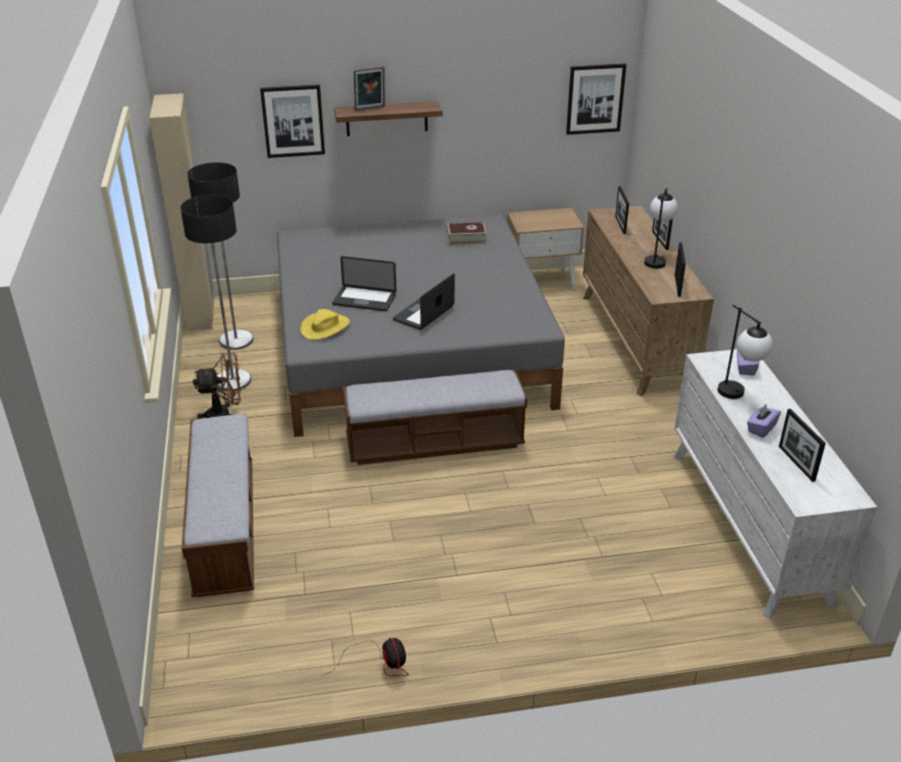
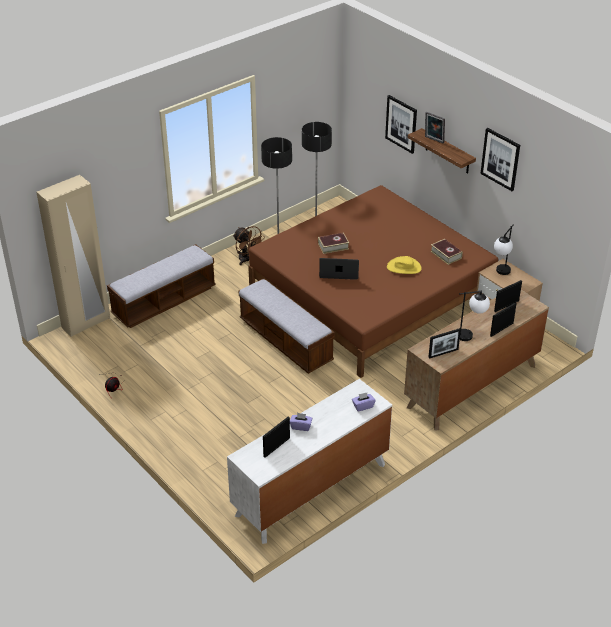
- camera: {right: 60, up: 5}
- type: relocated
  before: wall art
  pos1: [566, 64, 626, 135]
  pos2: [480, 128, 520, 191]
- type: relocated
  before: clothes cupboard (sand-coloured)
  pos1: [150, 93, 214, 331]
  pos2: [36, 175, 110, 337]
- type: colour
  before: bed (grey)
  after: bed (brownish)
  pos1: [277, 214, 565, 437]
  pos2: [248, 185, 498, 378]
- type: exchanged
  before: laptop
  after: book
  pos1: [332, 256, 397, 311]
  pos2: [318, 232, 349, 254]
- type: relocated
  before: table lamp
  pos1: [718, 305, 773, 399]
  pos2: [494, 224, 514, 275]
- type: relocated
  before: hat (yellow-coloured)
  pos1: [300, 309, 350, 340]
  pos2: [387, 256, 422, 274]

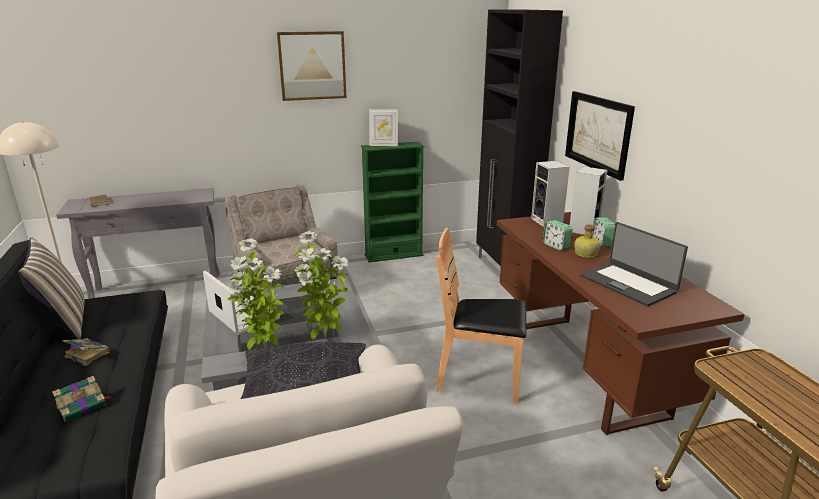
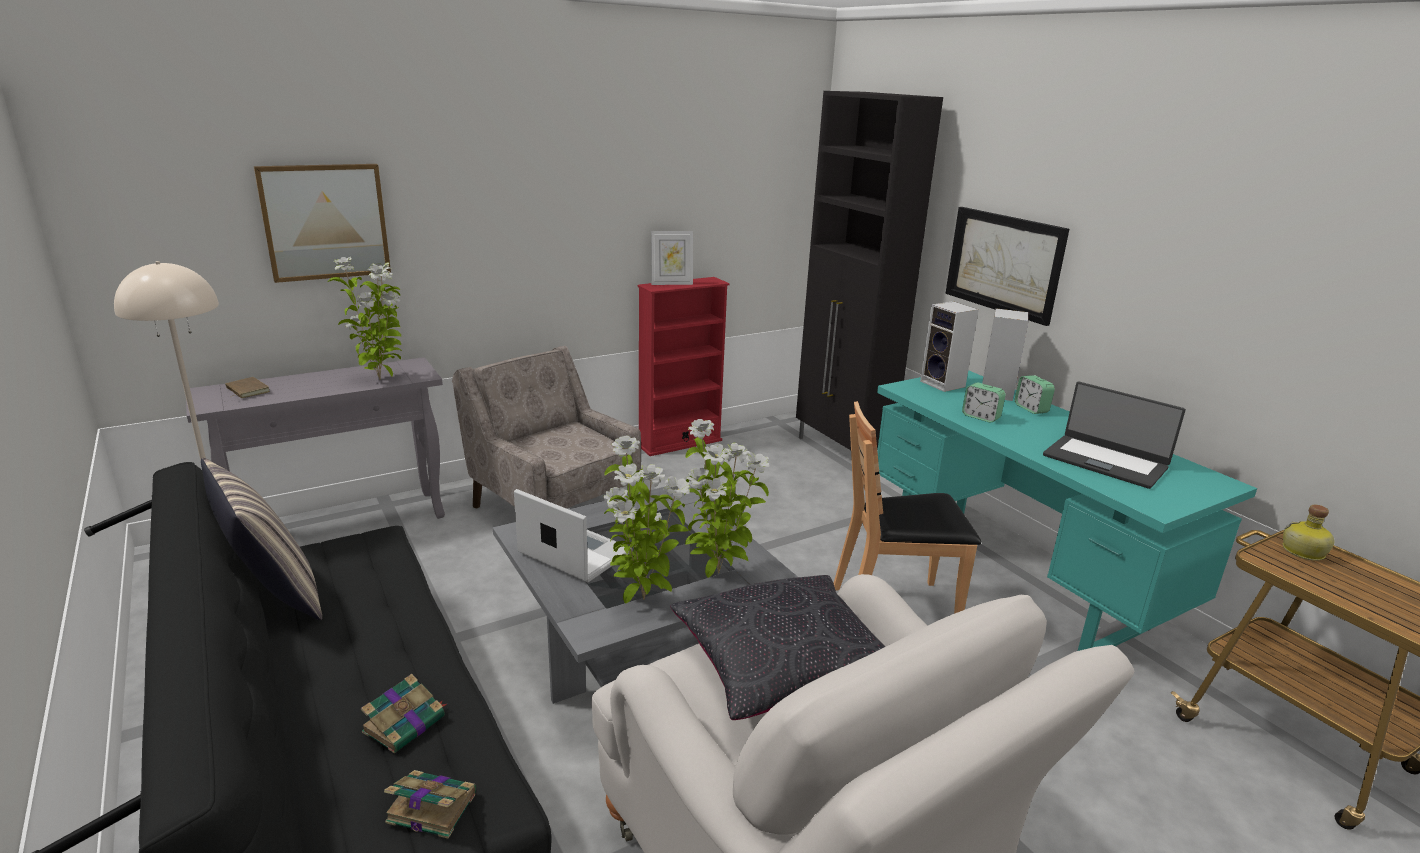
- camera: {right: -15, up: 0}
- type: relocated
  before: wall art
  pos1: [277, 31, 346, 101]
  pos2: [254, 164, 391, 283]
- type: colour
  before: bookcase (greenish)
  after: bookcase (red)
  pos1: [361, 142, 425, 262]
  pos2: [637, 277, 730, 456]
- type: colour
  before: desk (brownish)
  after: desk (turquoise-coloured)
  pos1: [497, 212, 745, 435]
  pos2: [877, 370, 1257, 651]
- type: relocated
  before: drink bottle
  pos1: [574, 224, 600, 258]
  pos2: [1282, 505, 1334, 561]
- type: relocated
  before: book
  pos1: [63, 338, 110, 366]
  pos2: [384, 770, 476, 838]
- type: appeared
  after: houseplant
  pos2: [328, 257, 402, 379]

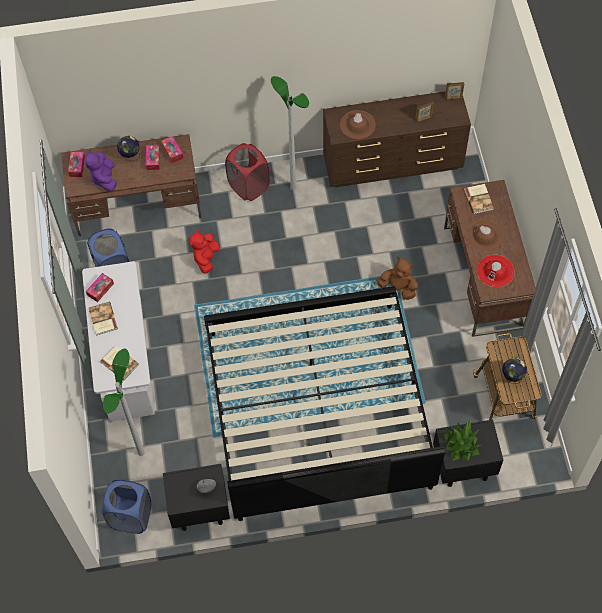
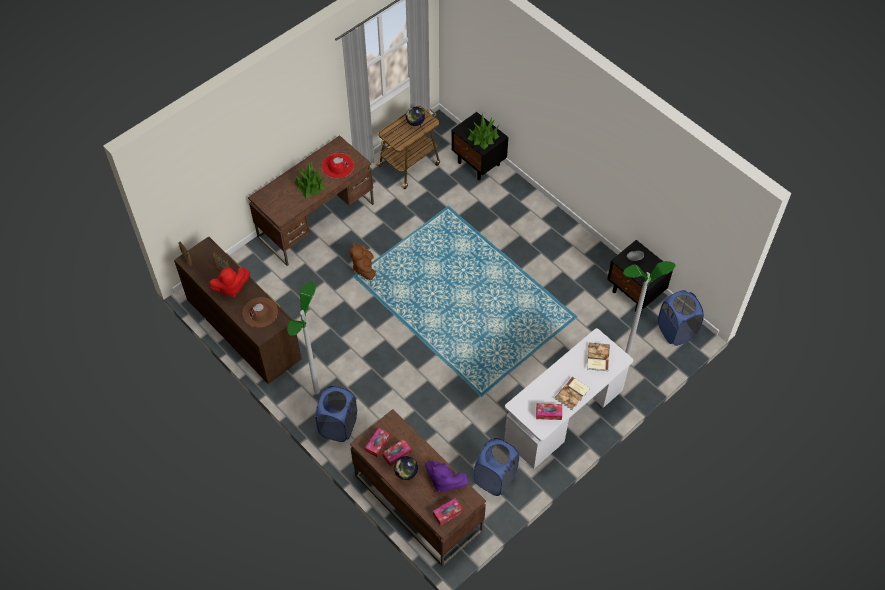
- camera: {right: -125, up: -5}
- type: colour
  before: washing basket (red)
  after: washing basket (blue-coloured)
  pos1: [225, 143, 270, 201]
  pos2: [315, 386, 357, 442]
- type: spun
  before: soft toy (purple)
  pos1: [85, 150, 117, 192]
  pos2: [425, 461, 468, 492]
  turn: 75
- type: missing
  before: book
  pos1: [464, 184, 494, 214]
- type: exchanged
  before: hat (brownish)
  after: houseplant
  pos1: [466, 220, 504, 251]
  pos2: [294, 160, 326, 198]
- type: relocated
  before: soft toy (red)
  pos1: [189, 230, 220, 274]
  pos2: [209, 267, 250, 297]
- type: missing
  before: bed
  pos1: [204, 286, 445, 521]

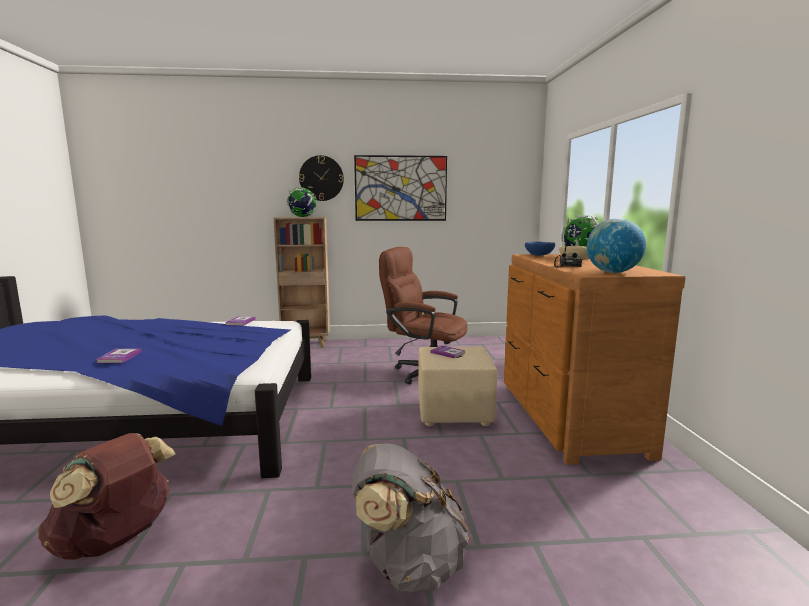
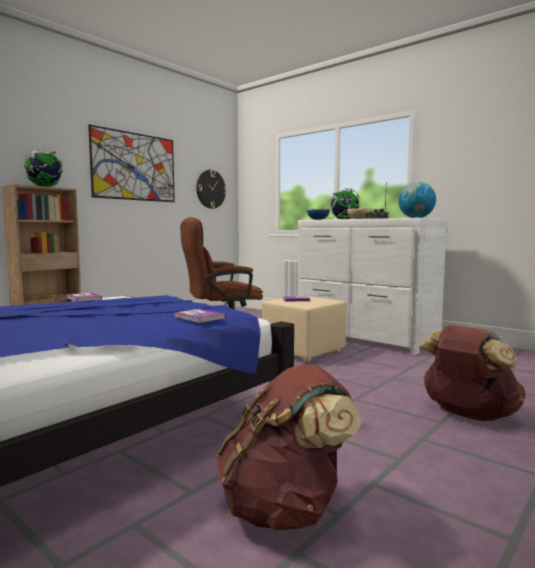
- camera: {right: -45, up: -5}
- type: relocated
  before: hanging clock
  pos1: [299, 155, 344, 201]
  pos2: [196, 170, 226, 209]
- type: colour
  before: drawer chest (brownish)
  after: drawer chest (white)
  pos1: [504, 254, 685, 465]
  pos2: [298, 218, 447, 355]
- type: relocated
  before: book
  pos1: [95, 349, 142, 363]
  pos2: [174, 309, 226, 323]
- type: colour
  before: backpack (grey)
  after: backpack (brownish)
  pos1: [352, 443, 469, 592]
  pos2: [419, 325, 526, 421]

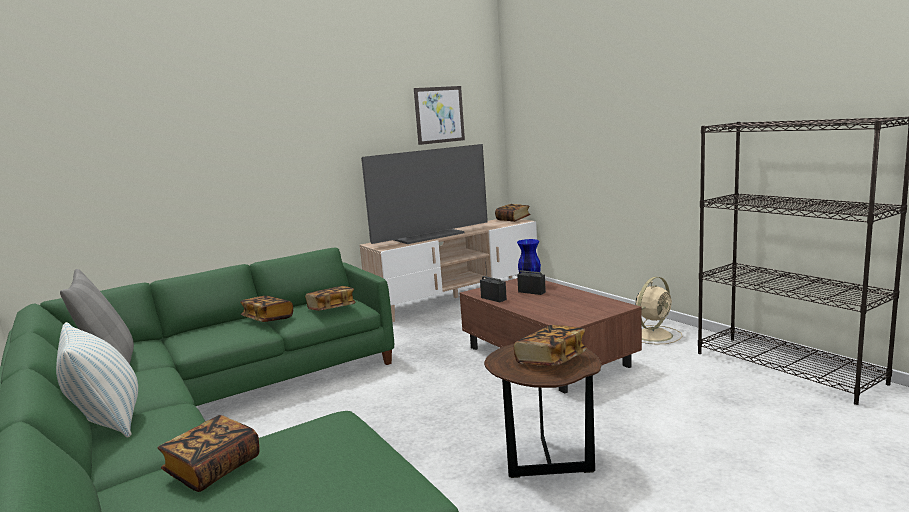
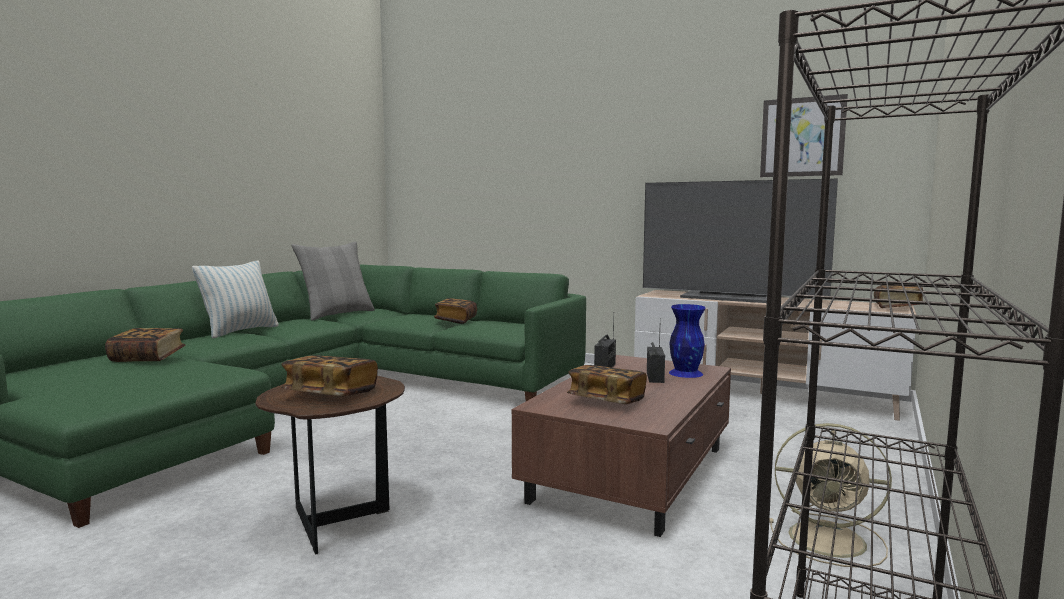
- camera: {right: 60, up: -5}
- type: relocated
  before: book
  pos1: [305, 286, 356, 311]
  pos2: [567, 365, 647, 404]

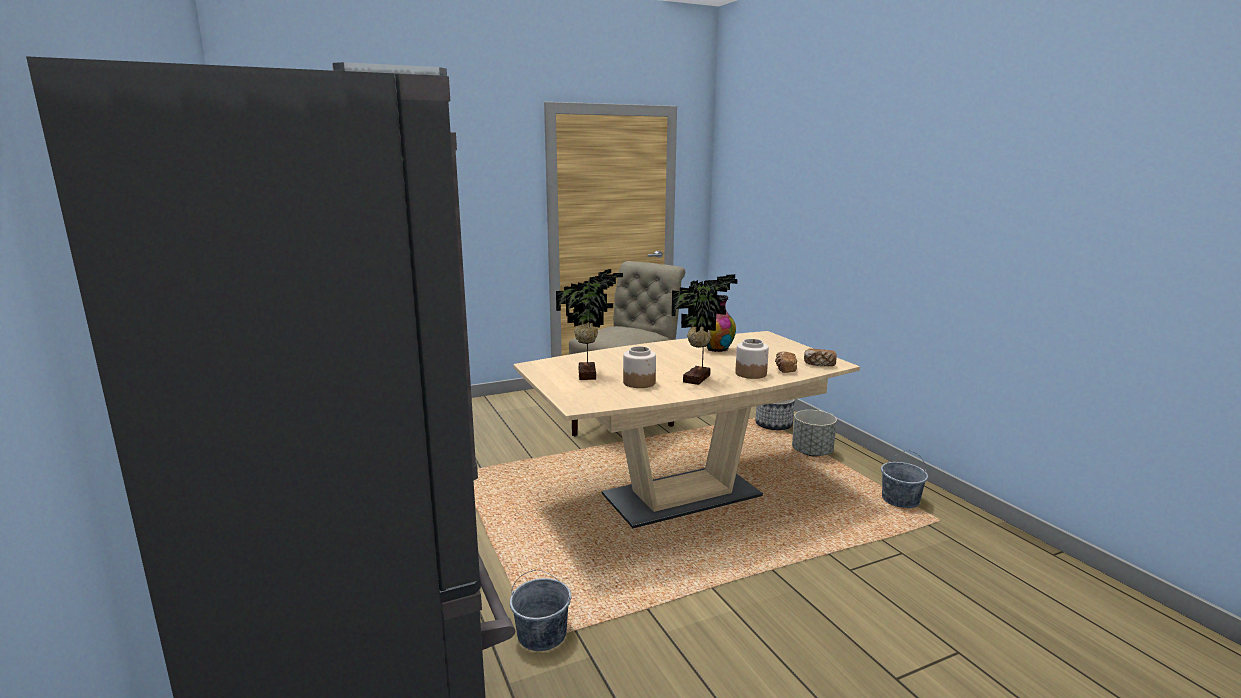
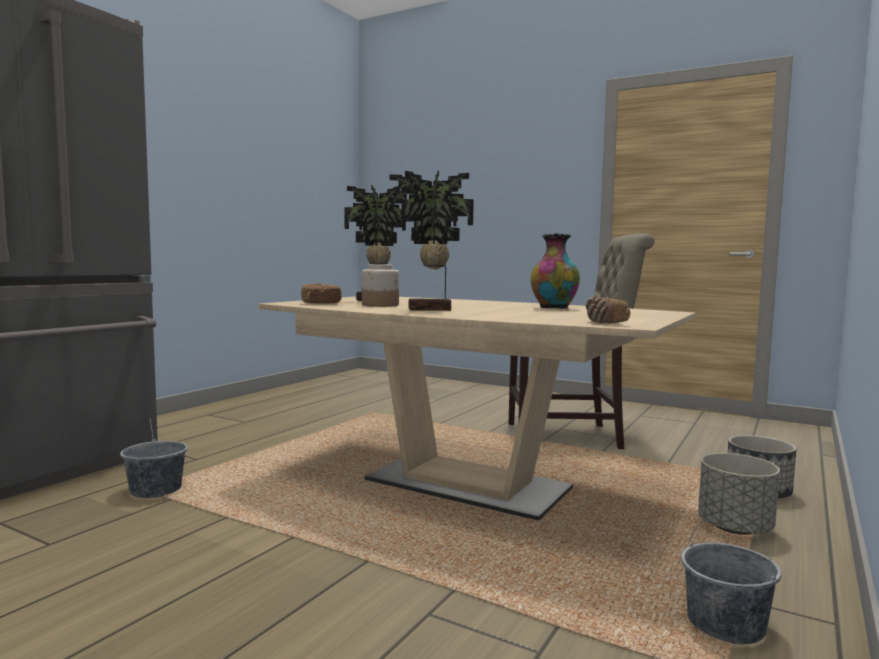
- camera: {right: 55, up: -10}
- type: missing
  before: preserve jar
  pos1: [735, 339, 769, 379]
- type: relocated
  before: bakery bread
  pos1: [775, 351, 797, 373]
  pos2: [301, 284, 342, 303]

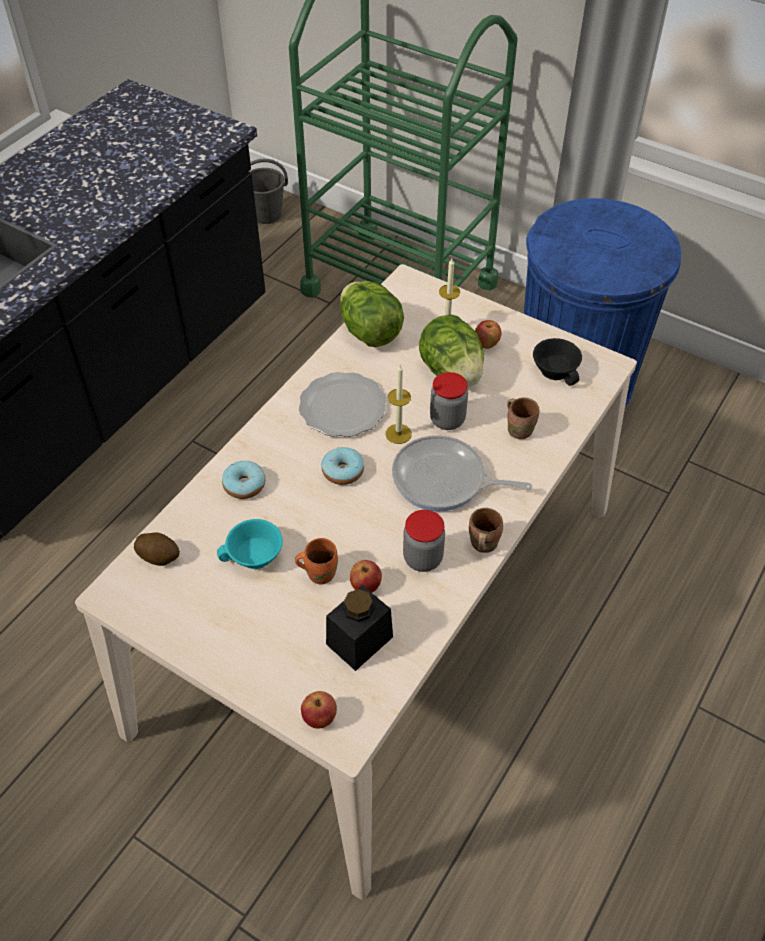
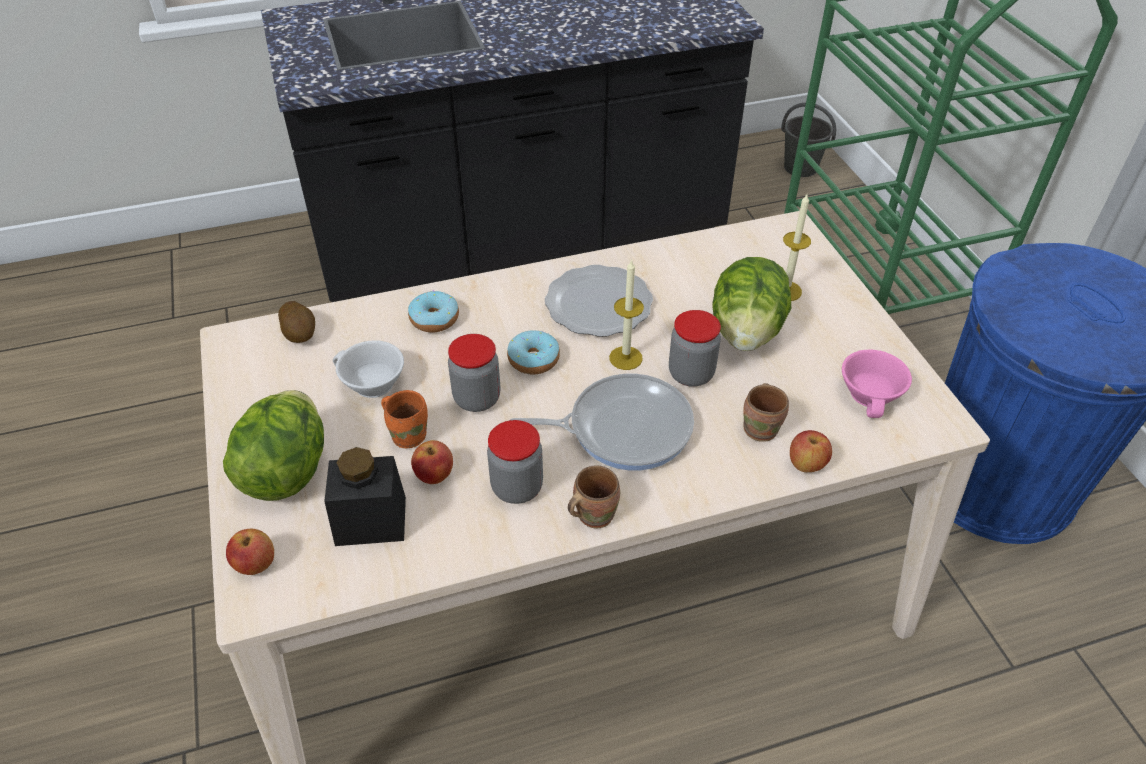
- camera: {right: 40, up: -5}
- type: relocated
  before: lettuce head
  pos1: [340, 281, 404, 347]
  pos2: [223, 390, 324, 501]
- type: relocated
  before: apple
  pos1: [475, 320, 501, 349]
  pos2: [790, 430, 832, 472]
- type: colour
  before: small cup (black)
  after: small cup (pink)
  pos1: [533, 338, 582, 386]
  pos2: [842, 349, 912, 418]
- type: spun
  before: skillet
  pos1: [392, 435, 532, 512]
  pos2: [510, 374, 694, 471]
  turn: 120
- type: colour
  before: small cup (turquoise-coloured)
  after: small cup (white)
  pos1: [217, 519, 283, 569]
  pos2: [333, 340, 404, 398]
- type: appeared
  after: preserve jar
  pos2: [448, 334, 501, 412]

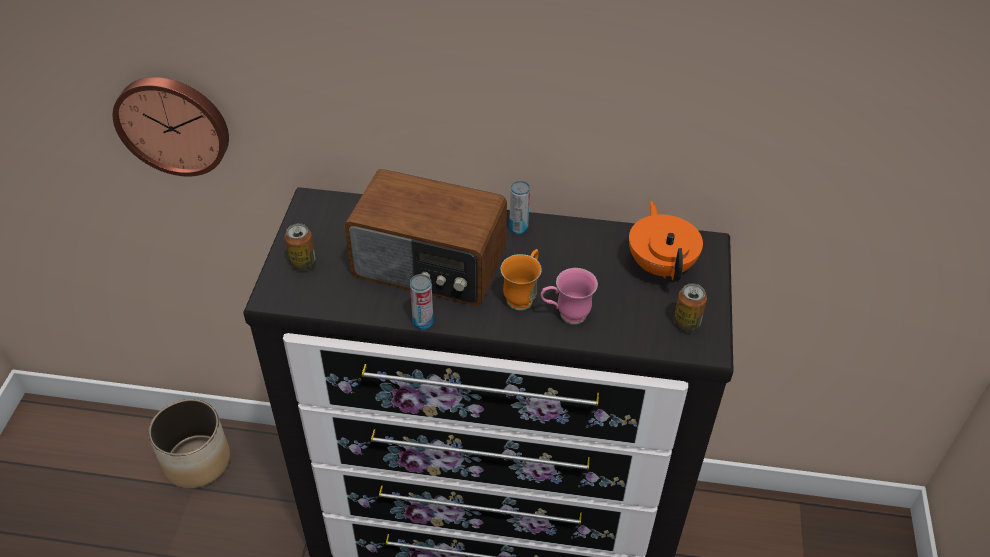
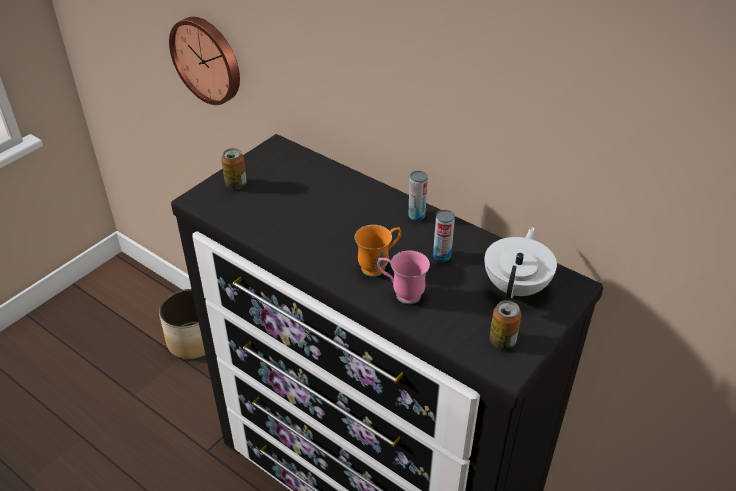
- camera: {right: 30, up: -5}
- type: missing
  before: radio receiver
  pos1: [344, 169, 507, 306]
- type: colour
  before: pot for tea (orange-coloured)
  after: pot for tea (white)
  pos1: [629, 201, 703, 282]
  pos2: [485, 227, 557, 300]
- type: relocated
  before: sealed can
  pos1: [410, 274, 434, 330]
  pos2: [433, 210, 455, 262]

